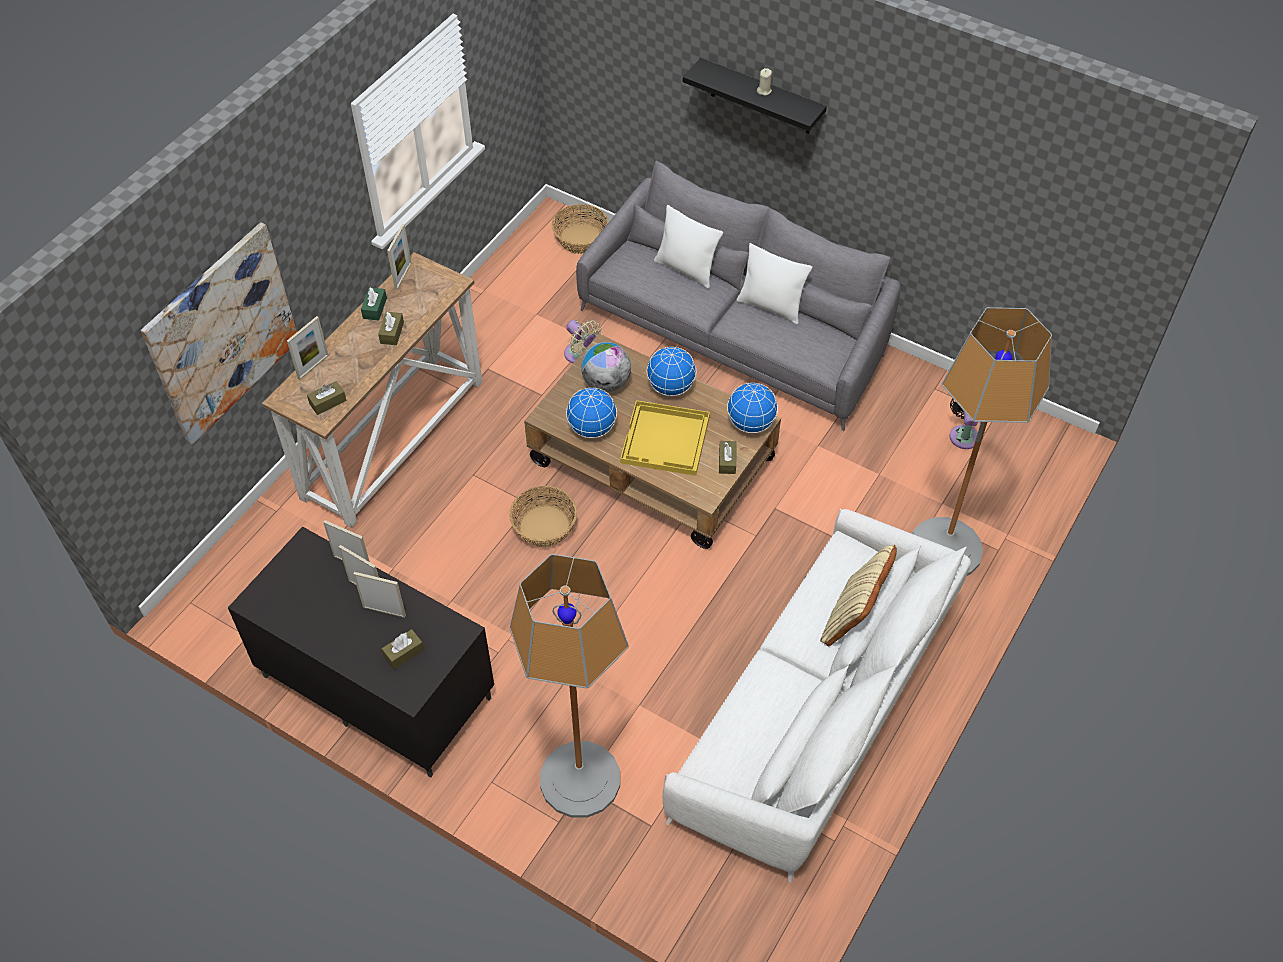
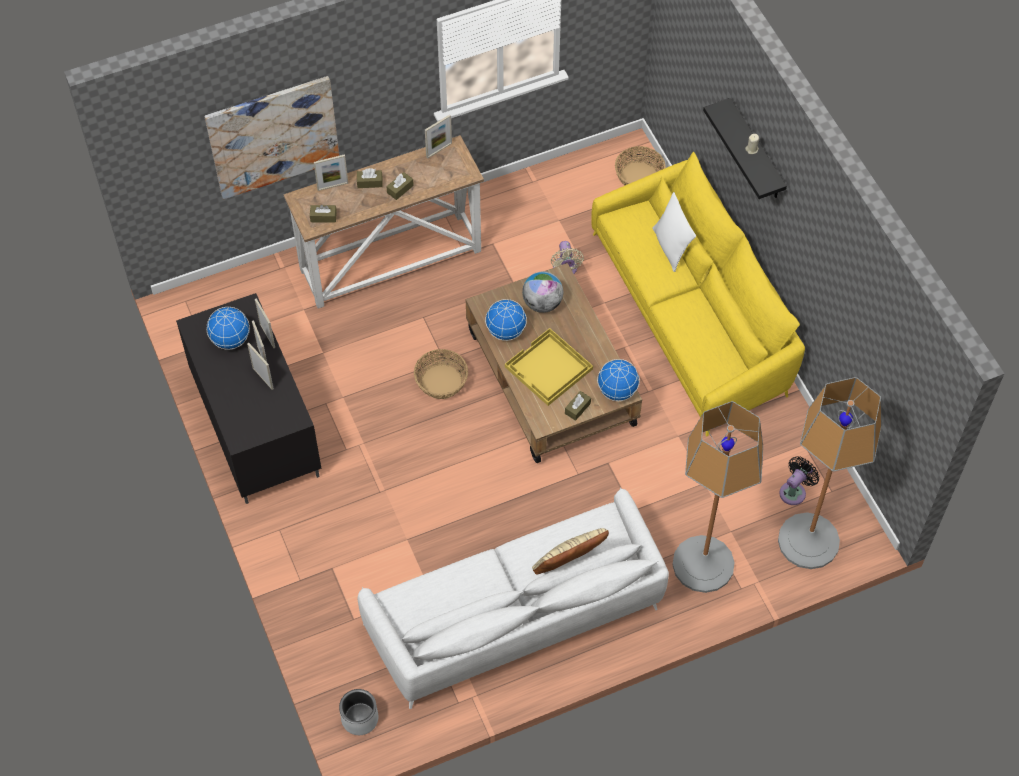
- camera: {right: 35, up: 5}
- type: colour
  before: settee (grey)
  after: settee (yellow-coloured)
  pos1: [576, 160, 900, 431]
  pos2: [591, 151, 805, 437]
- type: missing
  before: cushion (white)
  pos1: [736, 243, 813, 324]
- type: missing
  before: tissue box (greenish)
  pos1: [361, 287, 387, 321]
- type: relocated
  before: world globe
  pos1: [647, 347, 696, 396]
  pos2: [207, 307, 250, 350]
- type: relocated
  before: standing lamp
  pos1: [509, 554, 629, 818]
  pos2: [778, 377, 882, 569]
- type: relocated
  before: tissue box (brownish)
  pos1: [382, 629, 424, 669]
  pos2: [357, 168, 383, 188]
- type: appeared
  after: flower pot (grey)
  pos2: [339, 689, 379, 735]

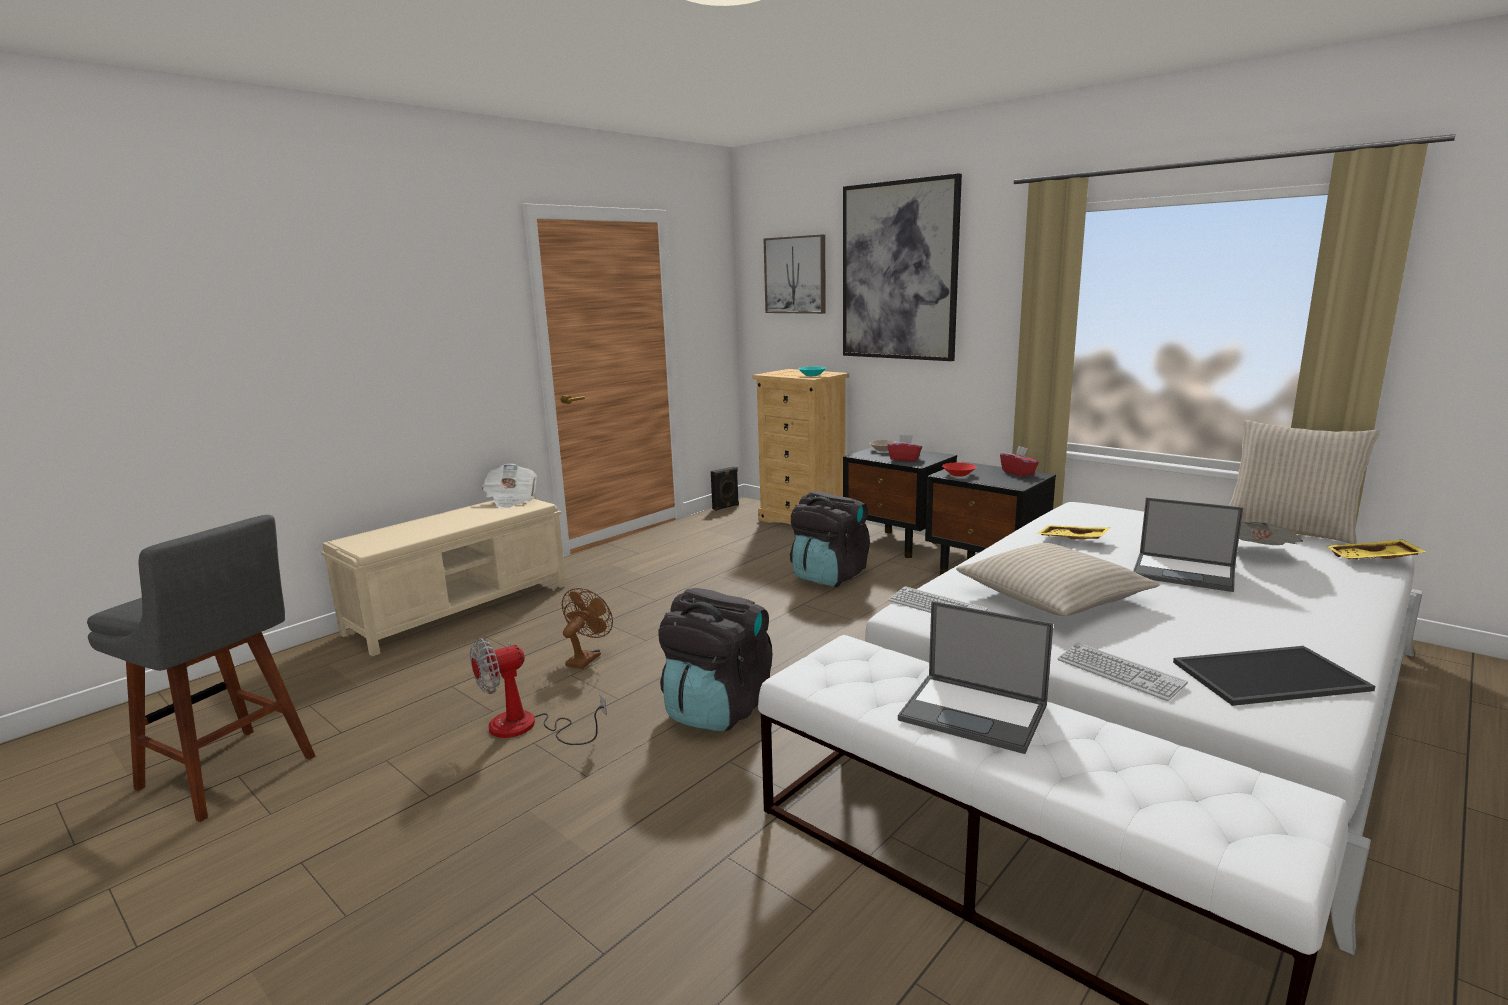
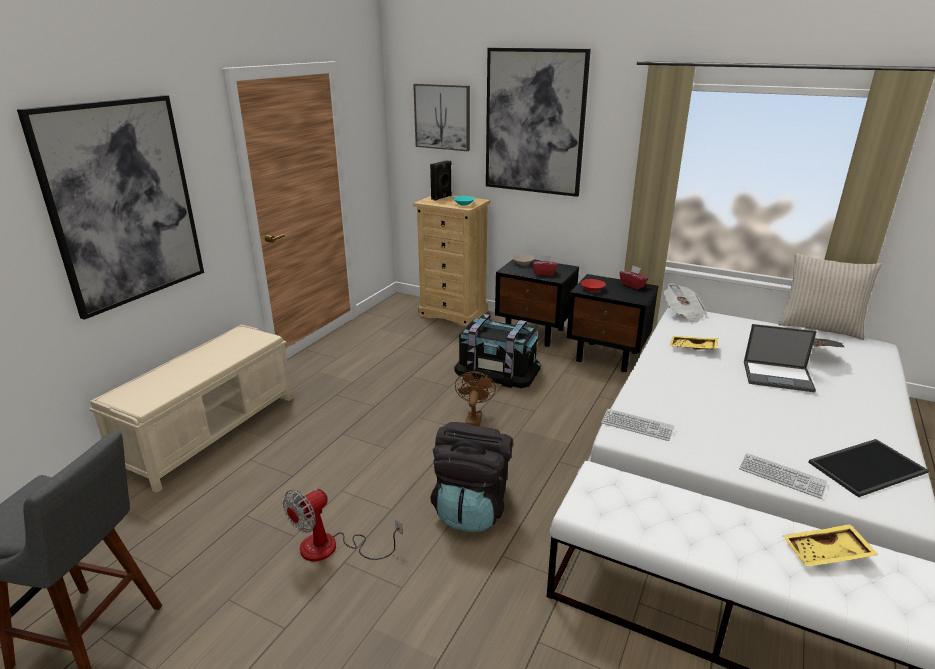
- camera: {right: -15, up: 10}
- type: relocated
  before: newspaper
  pos1: [482, 464, 537, 509]
  pos2: [664, 283, 707, 323]
- type: relocated
  before: speaker (black)
  pos1: [711, 466, 739, 511]
  pos2: [430, 160, 452, 201]
- type: exchanged
  before: backpack (black)
  after: storage container (black)
  pos1: [790, 491, 870, 587]
  pos2: [454, 314, 541, 388]
- type: relocated
  before: serving tray (yellow-coloured)
  pos1: [1326, 539, 1426, 560]
  pos2: [782, 524, 879, 567]
- type: missing
  before: cushion (sand-coloured)
  pos1: [956, 543, 1159, 616]
- type: relocated
  before: fan (brownish)
  pos1: [562, 588, 613, 669]
  pos2: [455, 371, 496, 426]
- type: missing
  before: laptop
  pos1: [898, 601, 1053, 754]
- type: appeared
  after: wall art
  pos2: [17, 95, 204, 320]

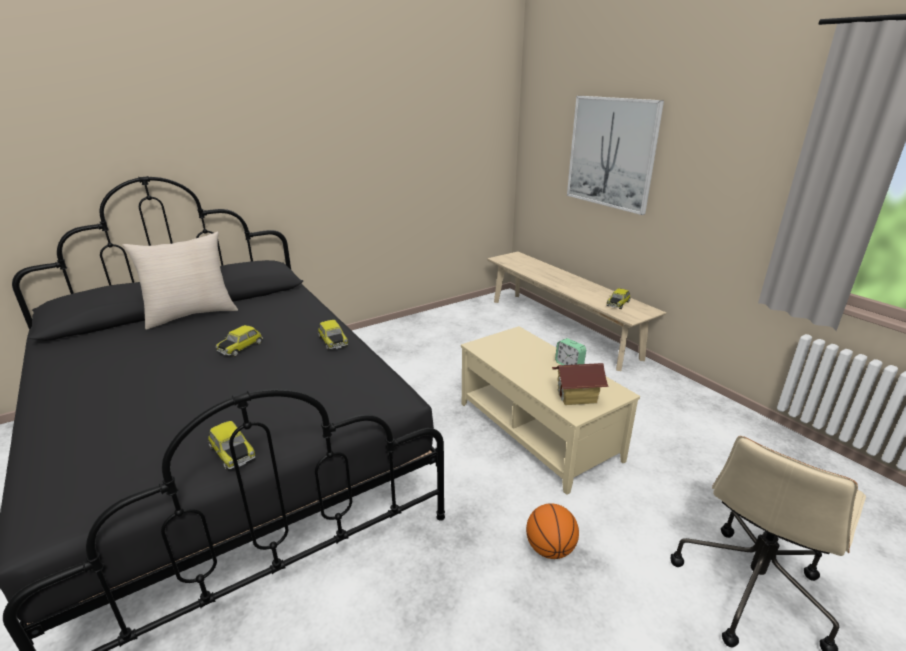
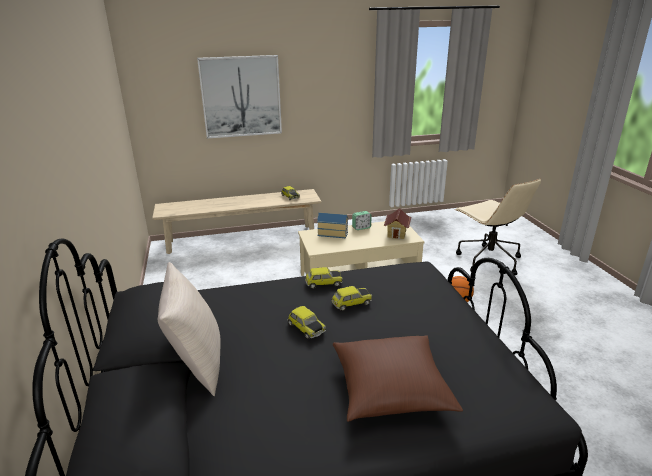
- camera: {right: -70, up: 0}
- type: relocated
  before: toy car
  pos1: [208, 421, 255, 470]
  pos2: [332, 286, 372, 311]
- type: appeared
  after: miniature house
  pos2: [317, 213, 348, 238]
- type: appeared
  after: cushion (brownish)
  pos2: [333, 335, 463, 422]

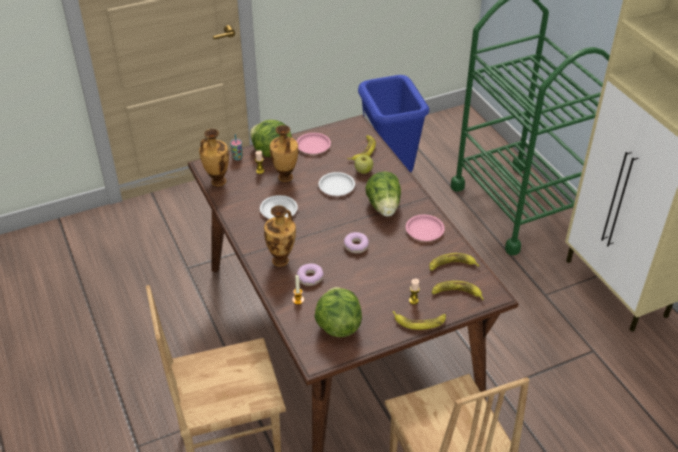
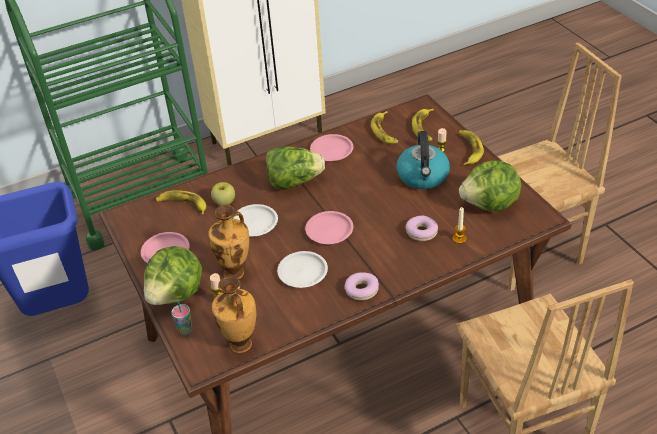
- camera: {right: -90, up: 0}
- type: missing
  before: vase
  pos1: [264, 205, 296, 267]
- type: relocated
  before: donut
  pos1: [344, 232, 369, 253]
  pos2: [344, 272, 379, 300]
- type: appeared
  after: water kettle
  pos2: [396, 131, 450, 189]
- type: appeared
  after: plate (pink)
  pos2: [305, 211, 353, 244]

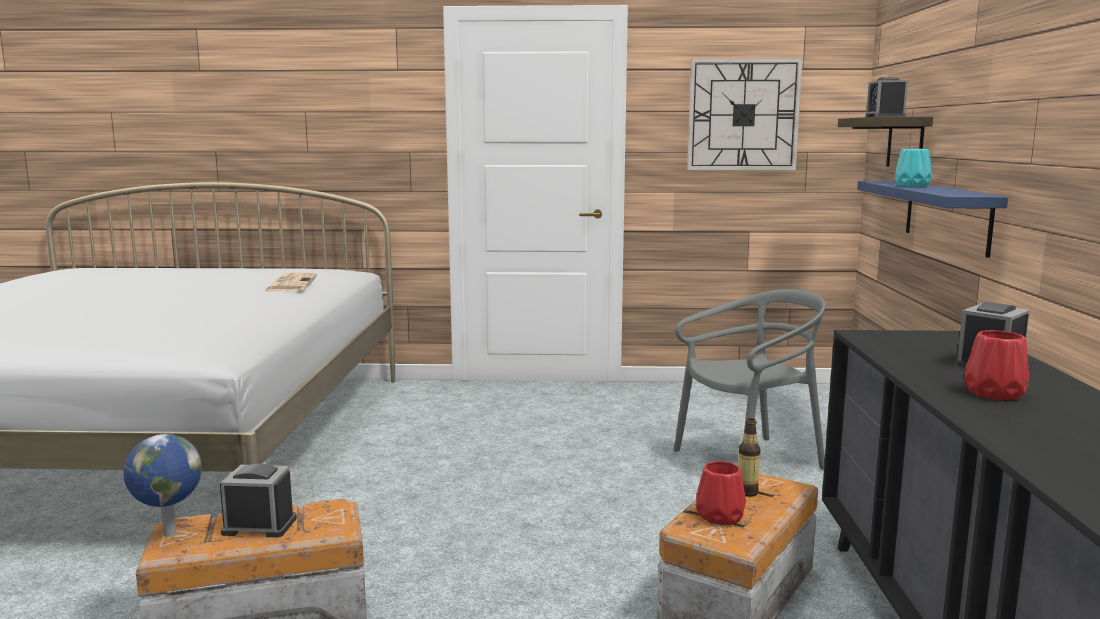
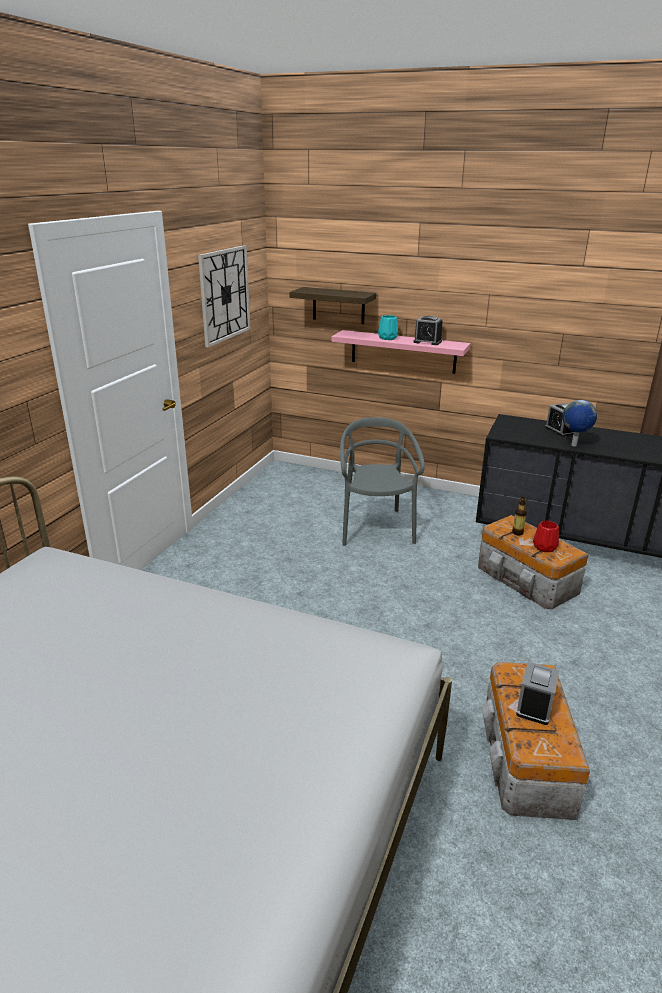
- camera: {right: -70, up: 15}
- type: relocated
  before: bedside clock
  pos1: [866, 77, 908, 117]
  pos2: [413, 316, 443, 345]
- type: colour
  before: bracket shelf (blue-coloured)
  after: bracket shelf (pink)
  pos1: [857, 181, 1008, 258]
  pos2: [331, 330, 470, 374]
- type: missing
  before: newspaper
  pos1: [264, 272, 317, 291]
- type: missing
  before: vase (red)
  pos1: [964, 330, 1029, 400]
- type: relocated
  before: world globe
  pos1: [123, 434, 202, 537]
  pos2: [563, 400, 597, 446]

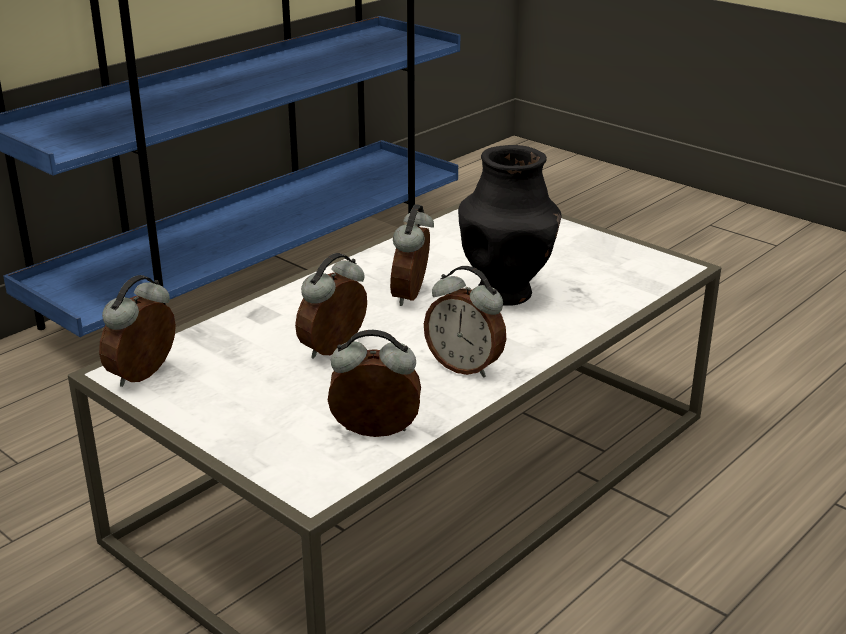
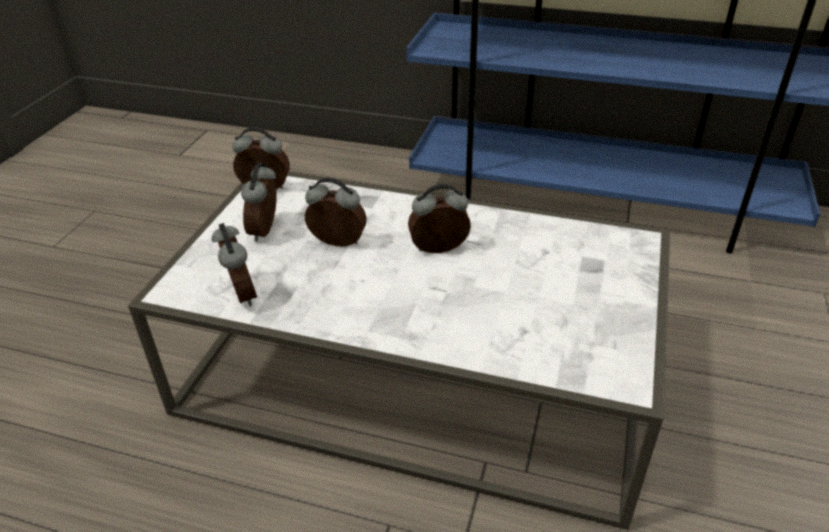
- camera: {right: 65, up: 10}
- type: missing
  before: vase (black)
  pos1: [458, 145, 562, 306]
- type: relocated
  before: bedside clock
  pos1: [424, 266, 506, 378]
  pos2: [241, 163, 276, 242]

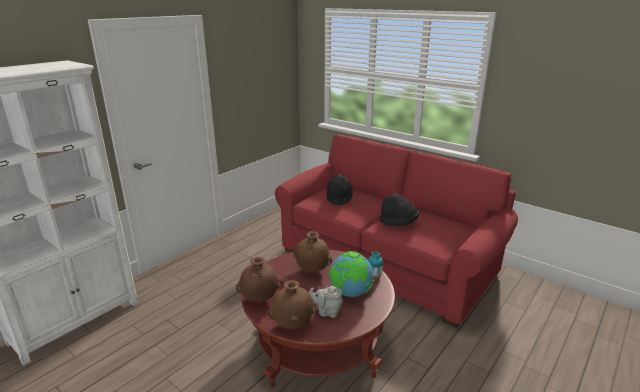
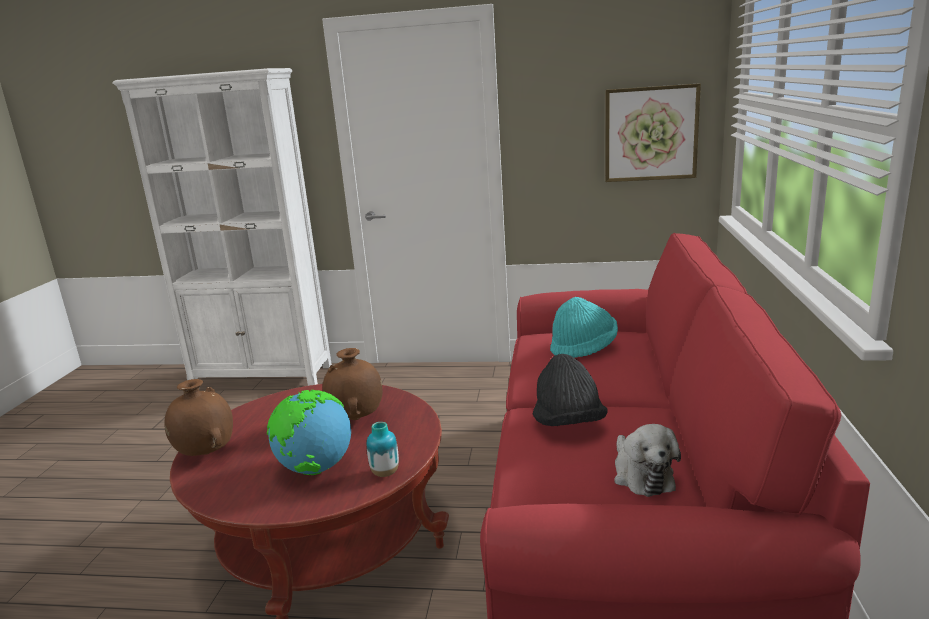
- camera: {right: 60, up: -5}
- type: colour
  before: hat (black)
  after: hat (turquoise-coloured)
  pos1: [327, 174, 353, 205]
  pos2: [550, 297, 618, 358]
- type: missing
  before: vase (brownish)
  pos1: [236, 257, 282, 303]
- type: missing
  before: pot for tea (grey)
  pos1: [309, 286, 343, 318]
- type: appeared
  after: wall art
  pos2: [605, 83, 701, 182]
- type: appeared
  after: soft toy
  pos2: [615, 424, 681, 497]

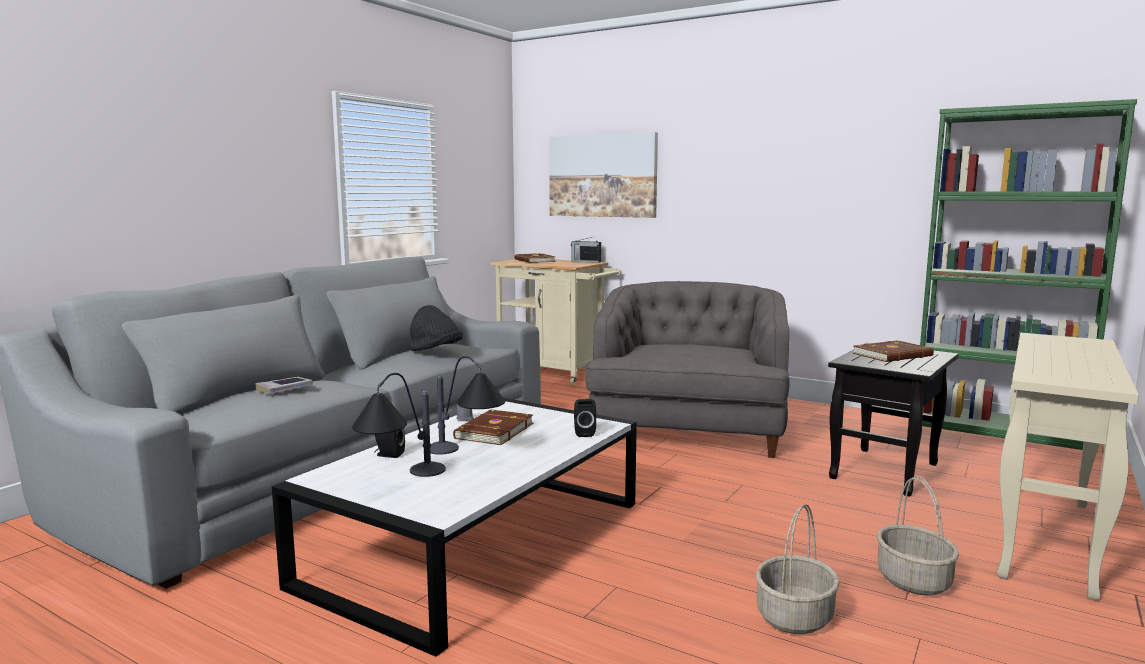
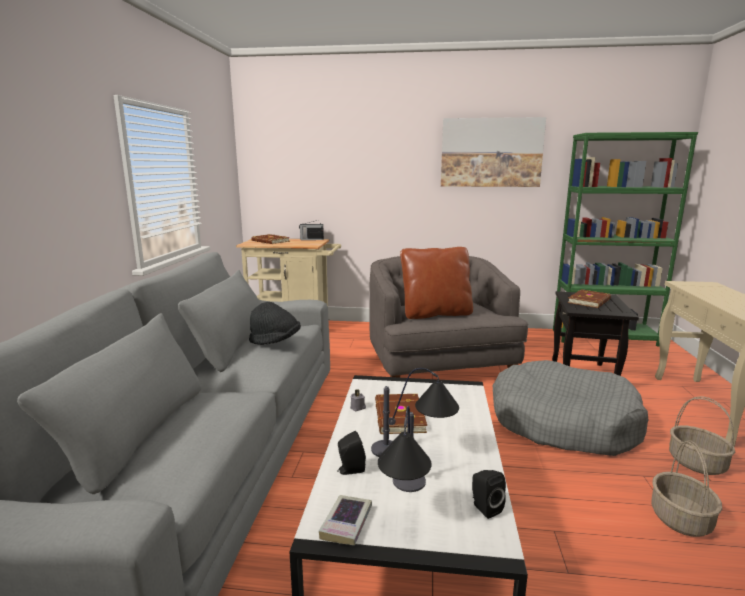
- camera: {right: -25, up: 5}
- type: relocated
  before: wall art
  pos1: [549, 132, 658, 218]
  pos2: [441, 117, 546, 187]
- type: relocated
  before: book
  pos1: [255, 377, 313, 394]
  pos2: [319, 495, 372, 545]
- type: relocated
  before: speaker (black)
  pos1: [574, 399, 596, 437]
  pos2: [472, 470, 506, 519]
- type: appeared
  after: cushion (brownish)
  pos2: [400, 247, 473, 319]
- type: appeared
  after: pet bed (grey)
  pos2: [493, 360, 648, 456]

